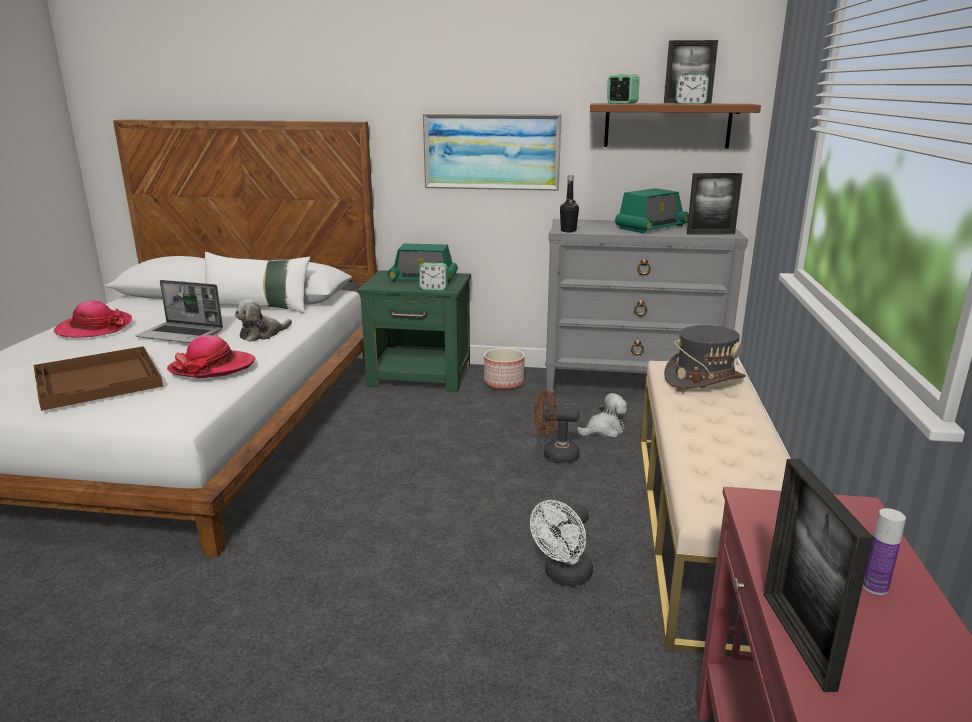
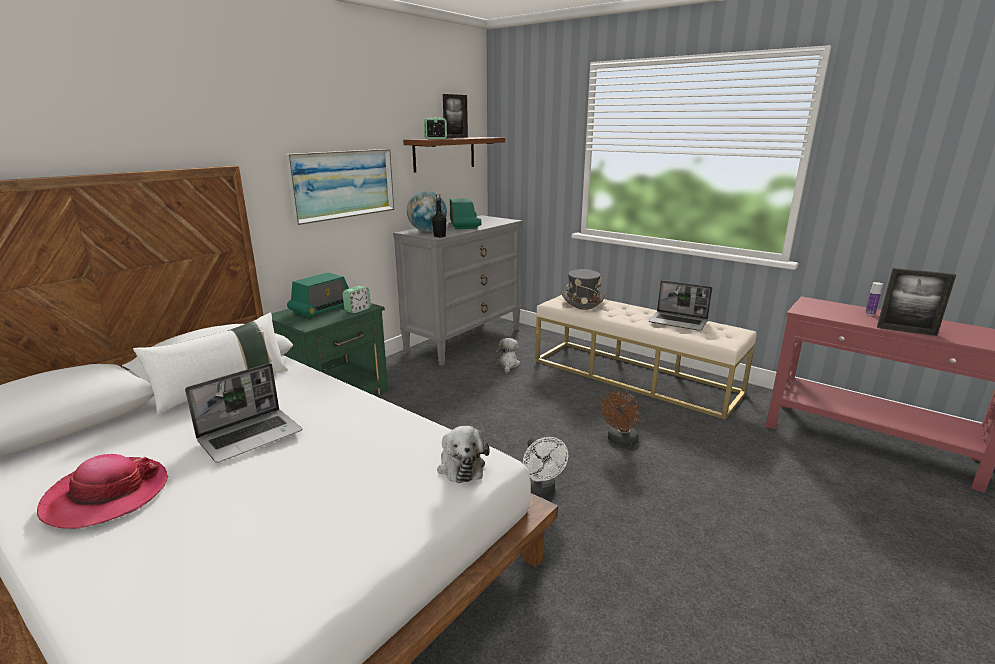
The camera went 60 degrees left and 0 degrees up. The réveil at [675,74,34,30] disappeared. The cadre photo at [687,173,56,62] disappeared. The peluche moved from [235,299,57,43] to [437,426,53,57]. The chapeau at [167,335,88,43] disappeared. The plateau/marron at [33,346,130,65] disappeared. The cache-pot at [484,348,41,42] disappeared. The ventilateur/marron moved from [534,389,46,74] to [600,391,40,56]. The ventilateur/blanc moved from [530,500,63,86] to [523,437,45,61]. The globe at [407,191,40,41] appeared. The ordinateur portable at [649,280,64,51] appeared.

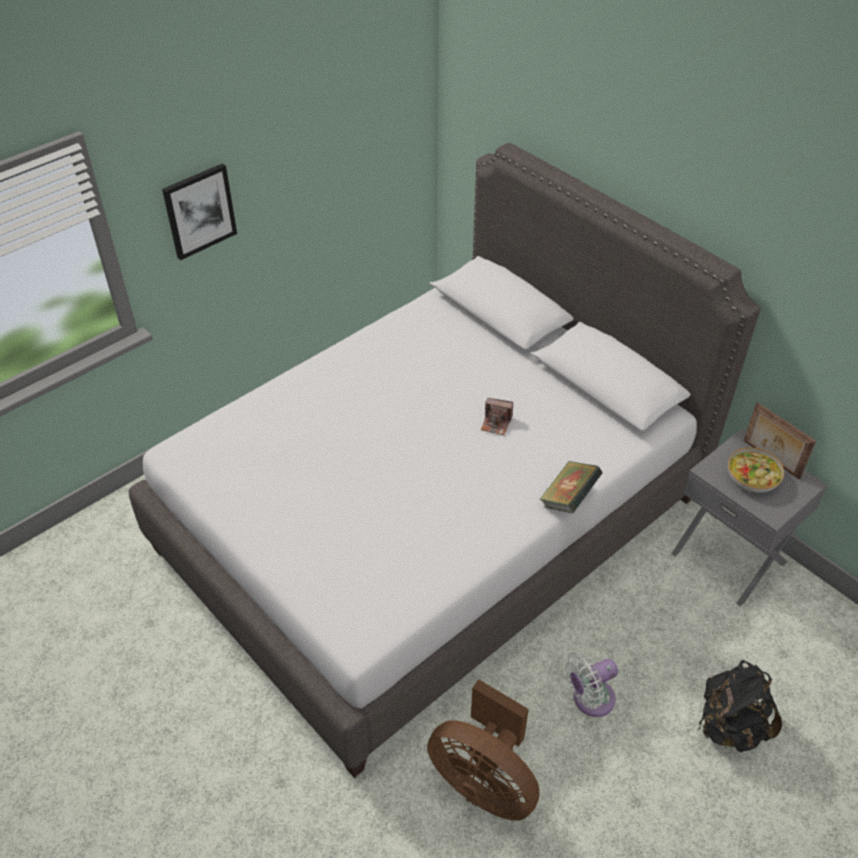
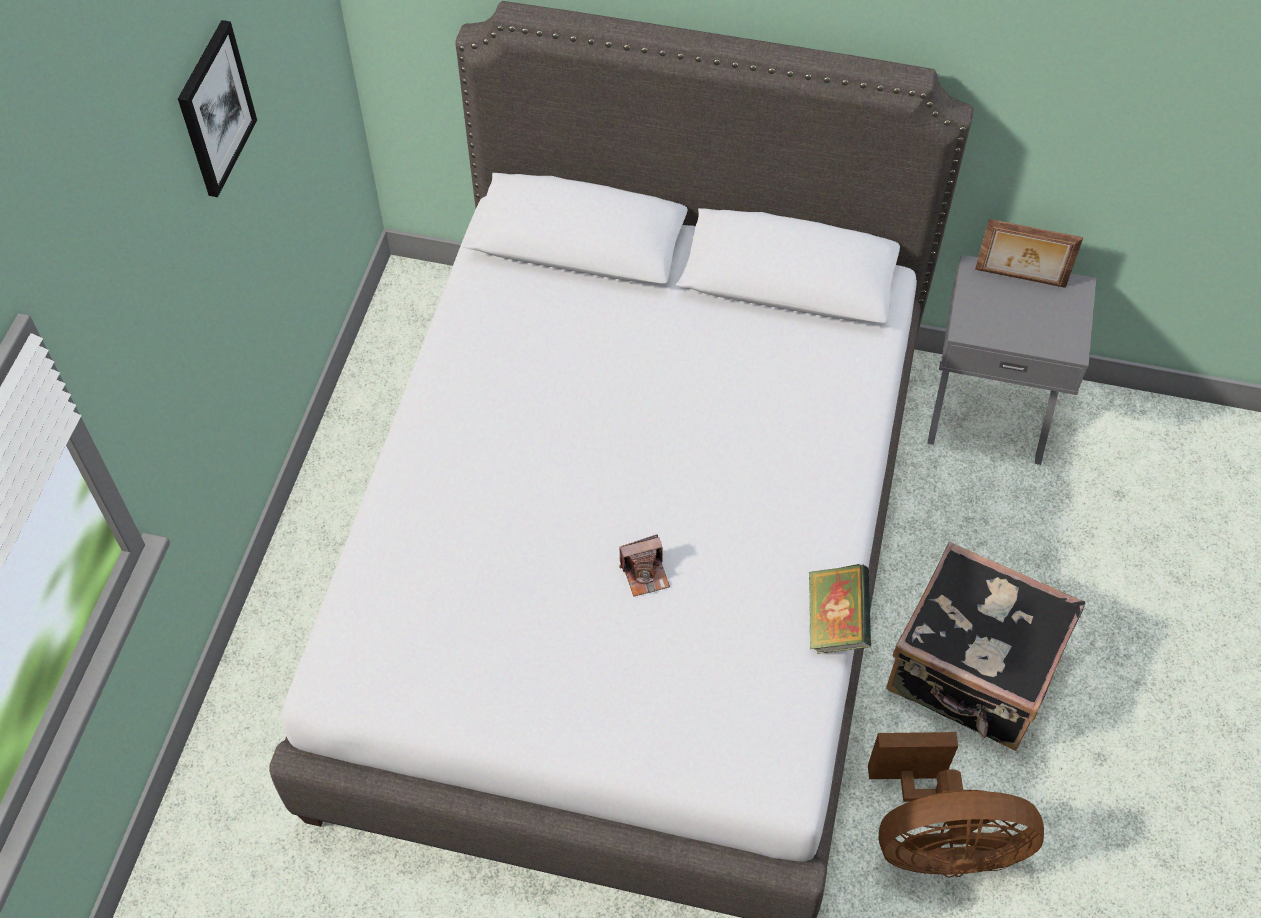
The camera went 35 degrees left and 10 degrees up. The tableau moved from [162,163,75,97] to [178,20,79,177]. The appareil photo moved from [481,398,32,37] to [619,534,51,63]. The bol at [728,448,56,45] disappeared. The livre moved from [539,461,63,52] to [808,564,63,90]. The ventilateur/blanc at [565,652,53,65] was replaced by the valise/noir at [886,542,199,209]. The sac à dos/noir at [698,660,84,92] disappeared.

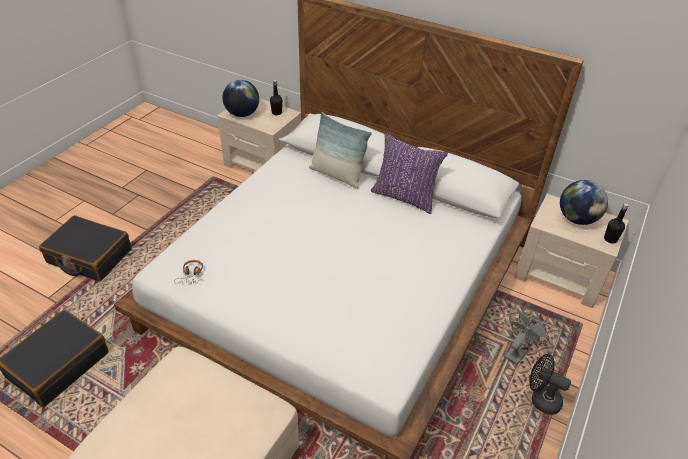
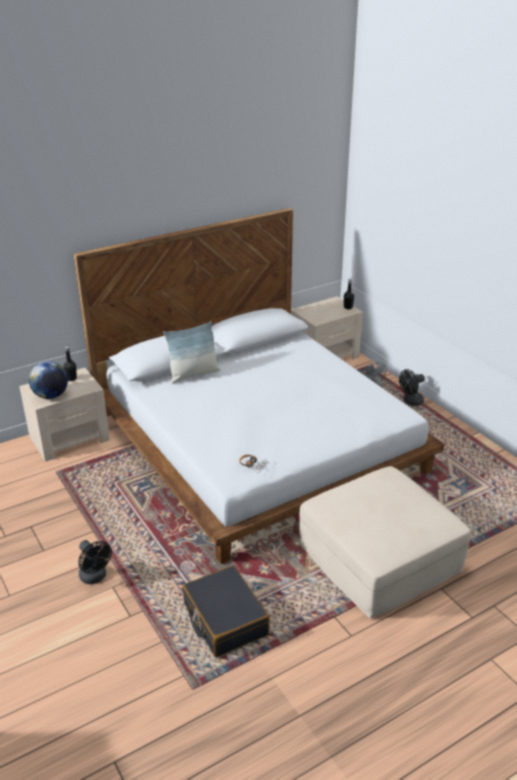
The camera went 60 degrees left and 10 degrees down. The coussin/violet at [371,133,77,81] disappeared. The globe at [560,180,48,45] disappeared. The valise/noir at [39,215,93,67] was replaced by the ventilateur/noir at [78,540,34,44].

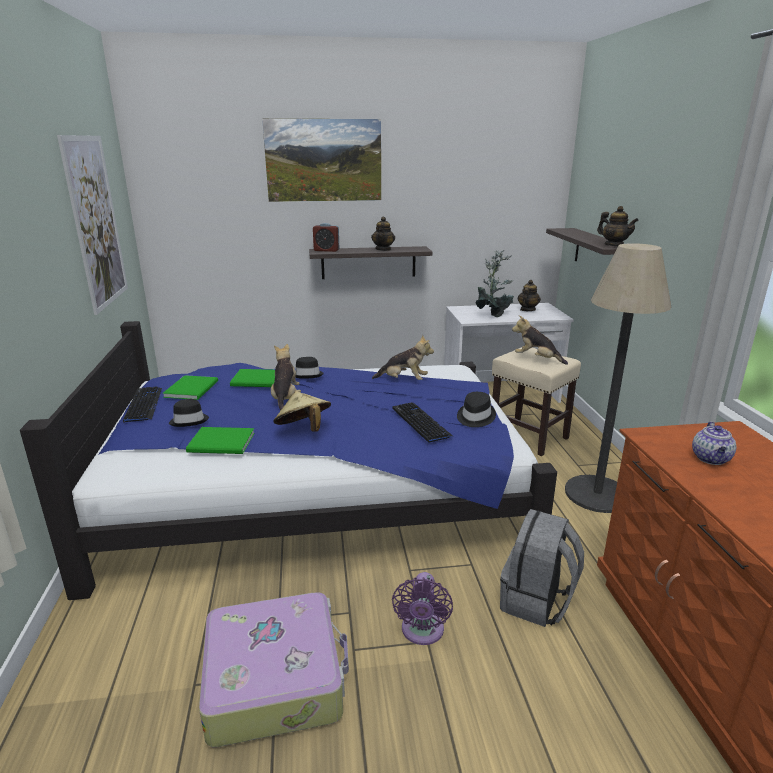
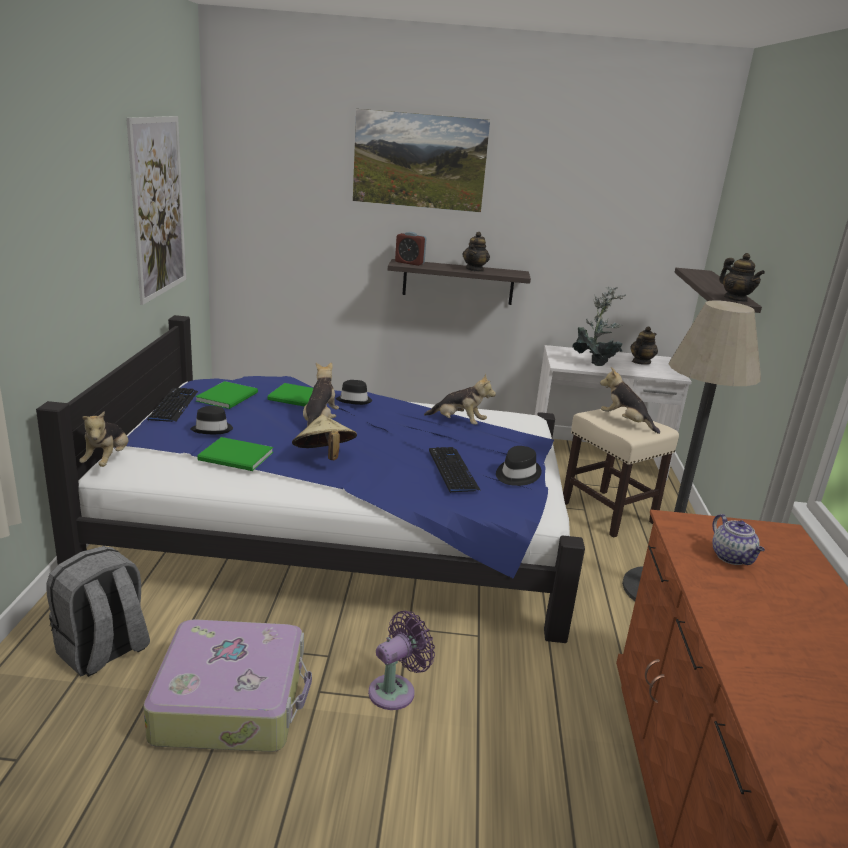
The camera went 10 degrees right and 0 degrees up. The théière at [692,422,45,43] turned 45 degrees counterclockwise. The sac à dos/gris moved from [500,509,84,118] to [46,546,104,131]. The ventilateur/violet at [392,572,61,73] turned 150 degrees counterclockwise. The peluche at [79,411,49,56] appeared.

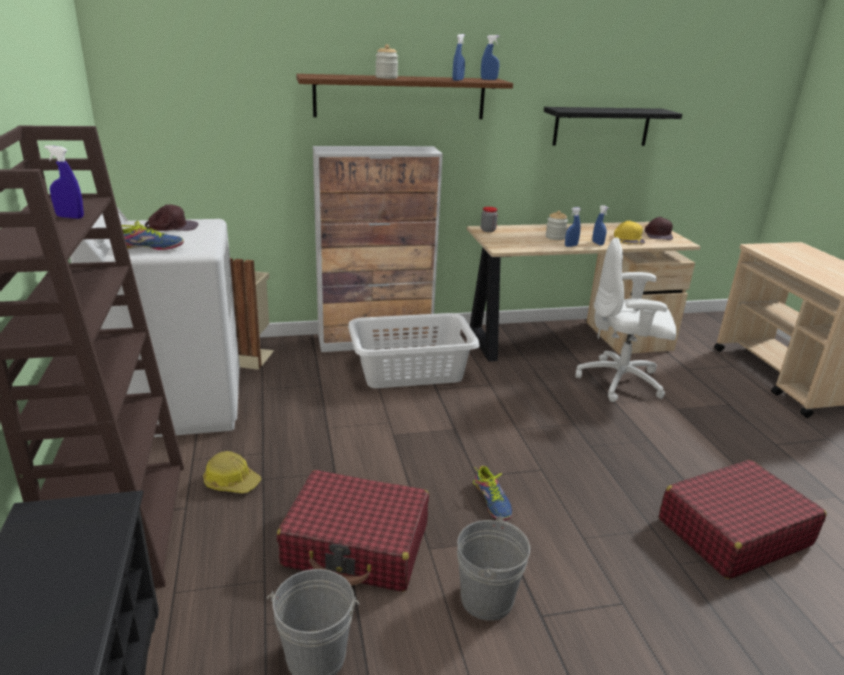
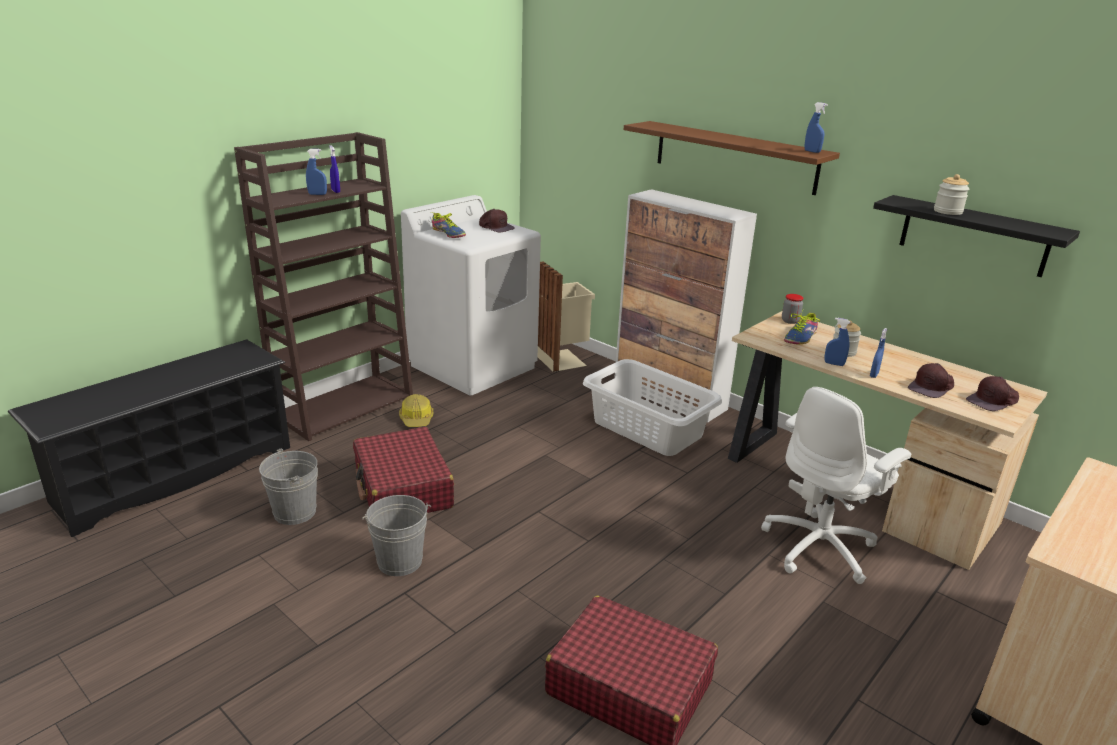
The camera went 55 degrees right and 0 degrees up. The vaporisateur/bleu moved from [452,34,13,47] to [306,149,21,46]. The bocal moved from [375,44,23,35] to [934,174,36,41]. The casquette/jaune at [614,220,31,24] became the casquette/marron at [908,363,46,35]. The chaise de bureau/blanc at [575,238,101,164] turned 105 degrees counterclockwise. The chaussure moved from [473,466,39,55] to [784,312,36,32].

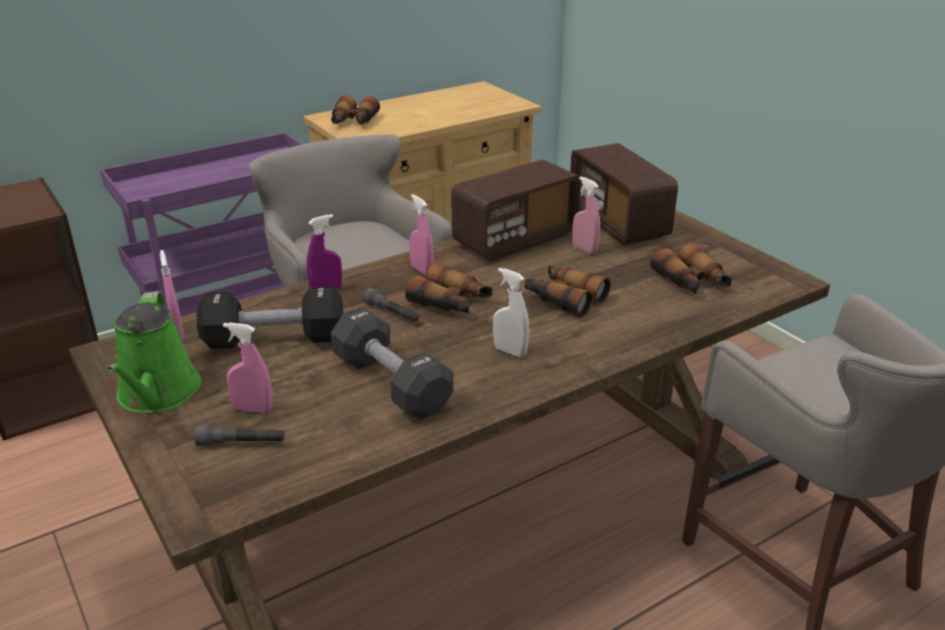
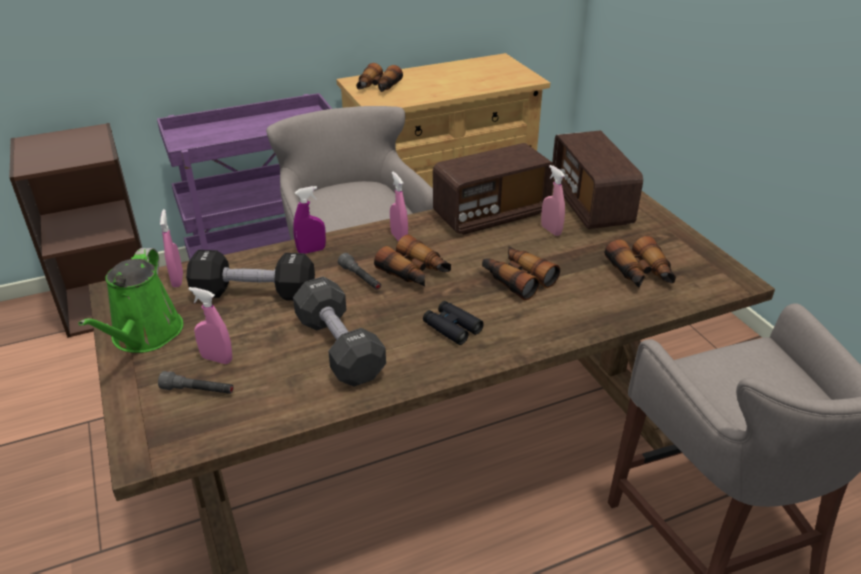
The camera went 10 degrees right and 5 degrees up. The vaporisateur/blanc at [493,268,36,89] was replaced by the jumelles/noir at [423,301,61,44].

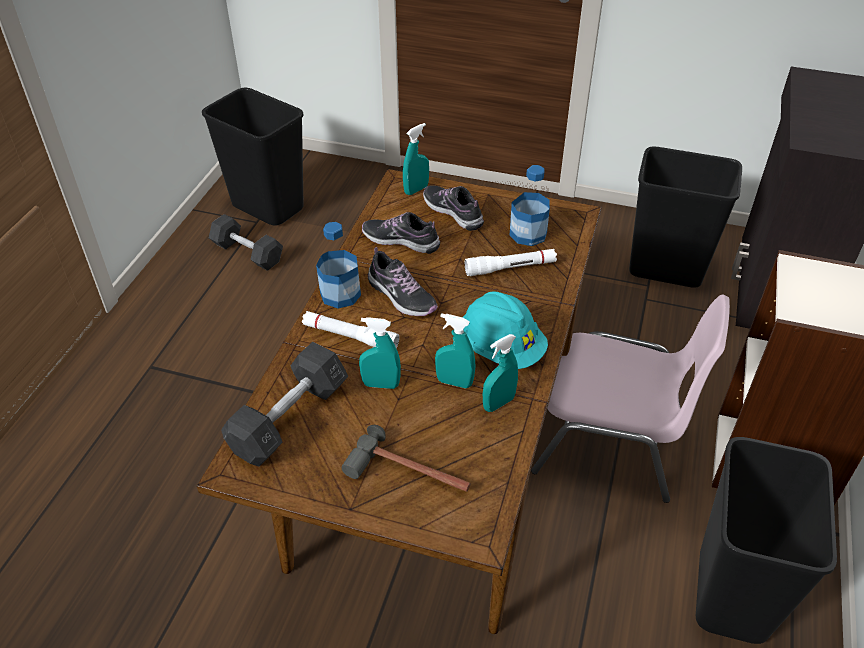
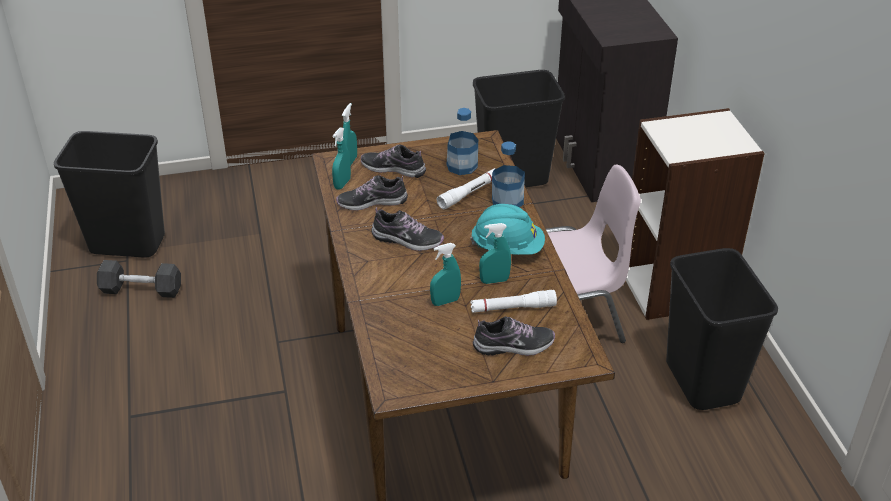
The camera went 30 degrees left and 5 degrees down. The bouteille moved from [316,222,45,86] to [492,141,33,66]. The lampe de poche/blanc moved from [302,311,97,38] to [470,290,87,23]. The vaporisateur/turquoise moved from [483,334,35,78] to [332,127,19,63]. The haltère/gris at [221,342,127,125] disappeared. The marteau at [342,425,129,67] was replaced by the chaussure at [473,316,82,40].

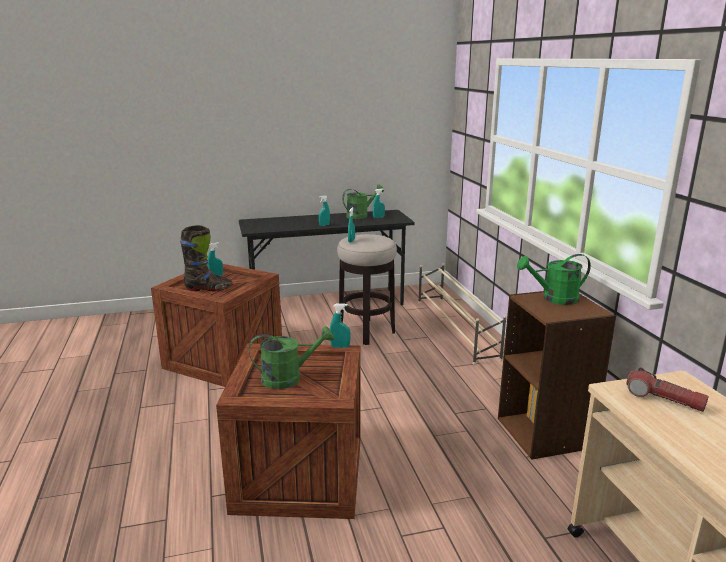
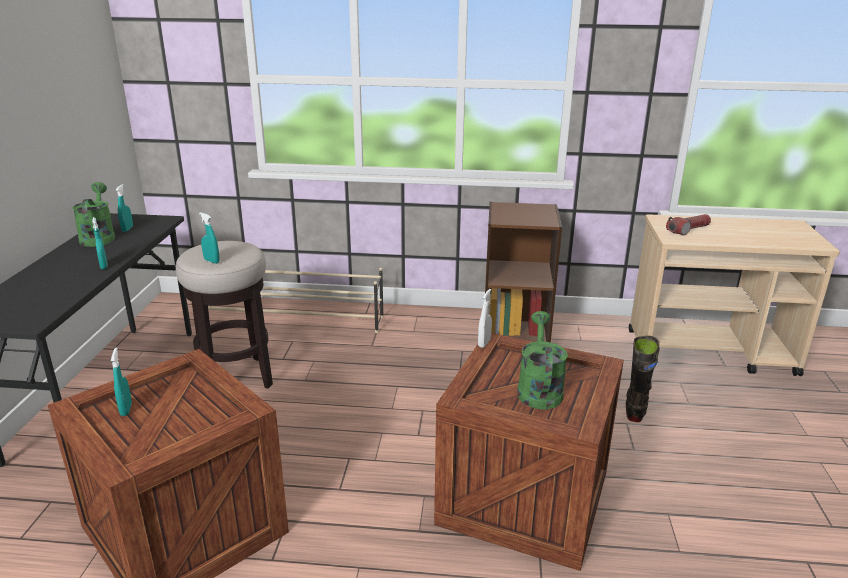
The camera went 70 degrees left and 5 degrees up. The botte/noir moved from [180,225,53,67] to [626,336,34,86]. The arrosoir/vert at [517,254,74,51] disappeared. The vaporisateur/turquoise at [330,304,21,44] became the vaporisateur/blanc at [478,289,14,59].

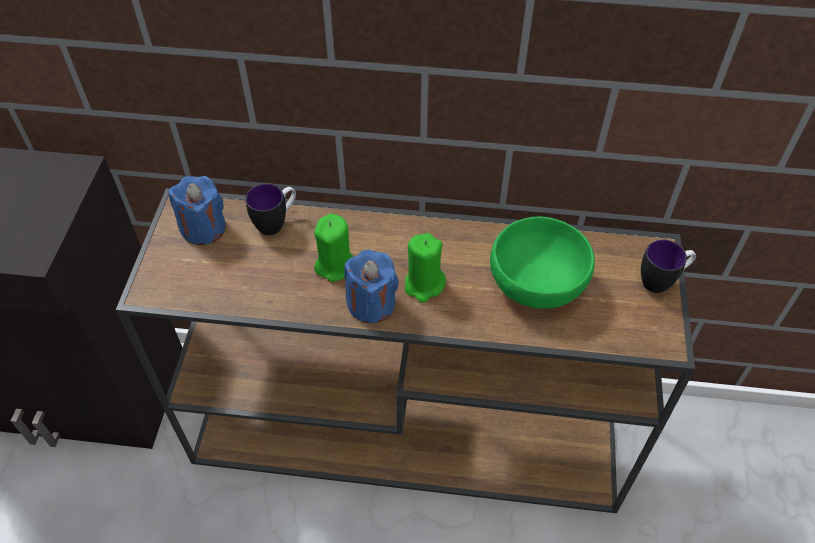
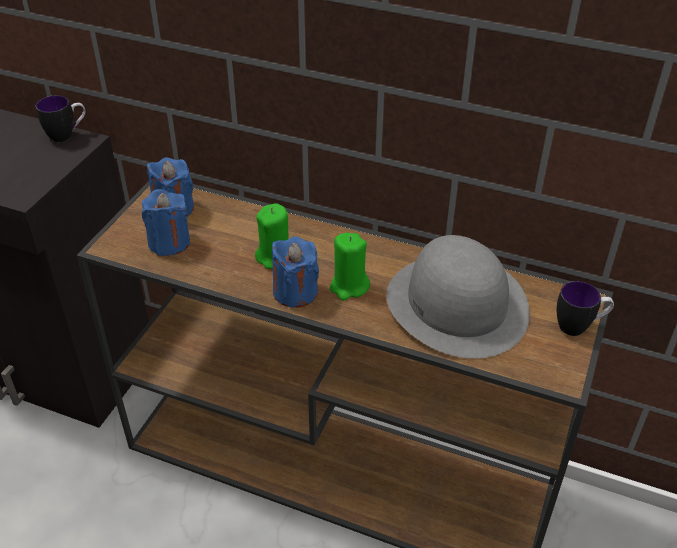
The camera went 15 degrees right and 10 degrees down. The mug moved from [245,184,51,51] to [36,96,49,46]. The bol/vert at [490,217,105,92] was replaced by the chapeau/gris at [386,235,144,124]. The bougie/bleu at [142,189,48,67] appeared.

